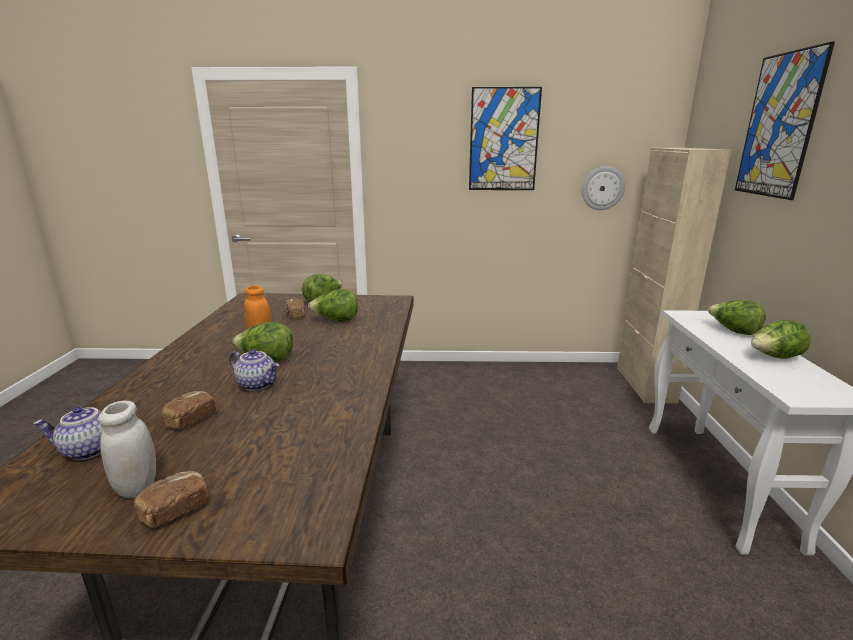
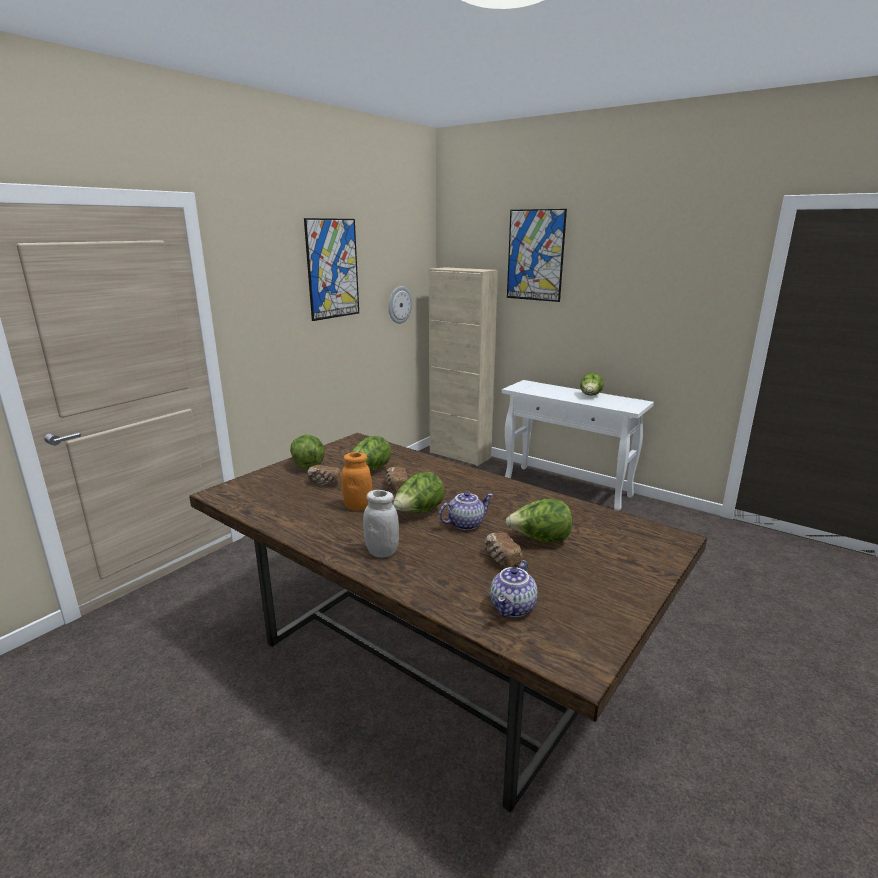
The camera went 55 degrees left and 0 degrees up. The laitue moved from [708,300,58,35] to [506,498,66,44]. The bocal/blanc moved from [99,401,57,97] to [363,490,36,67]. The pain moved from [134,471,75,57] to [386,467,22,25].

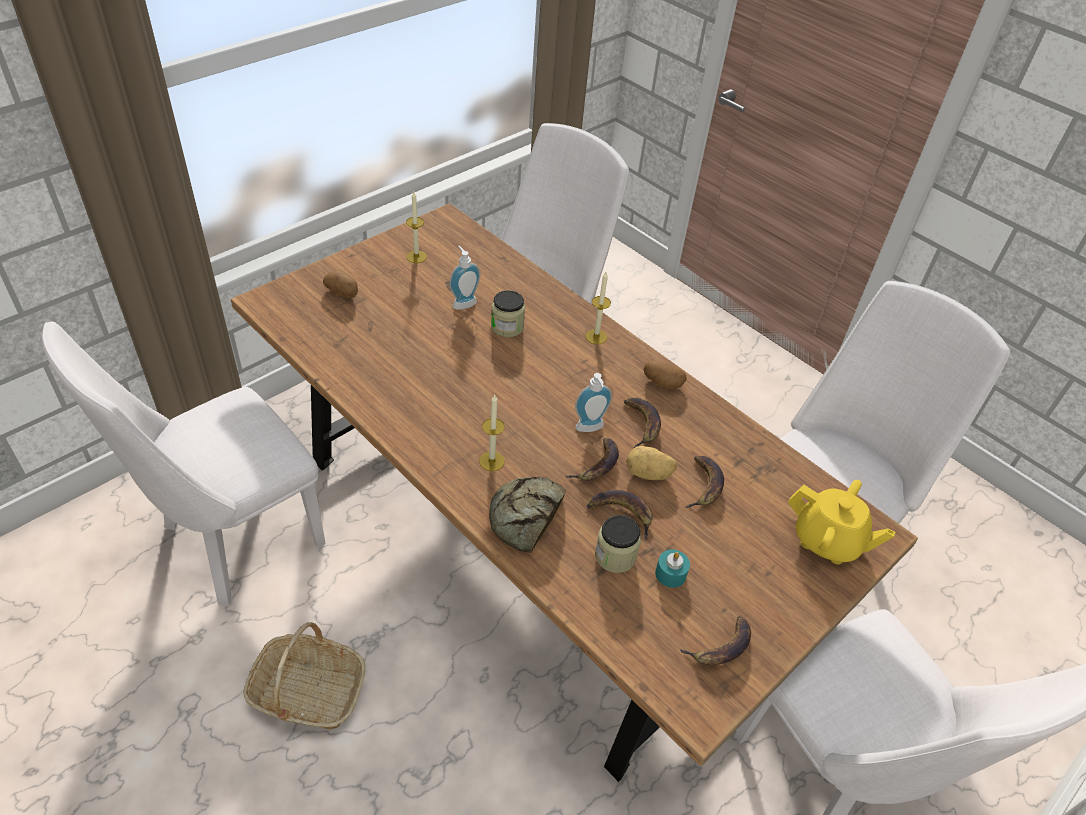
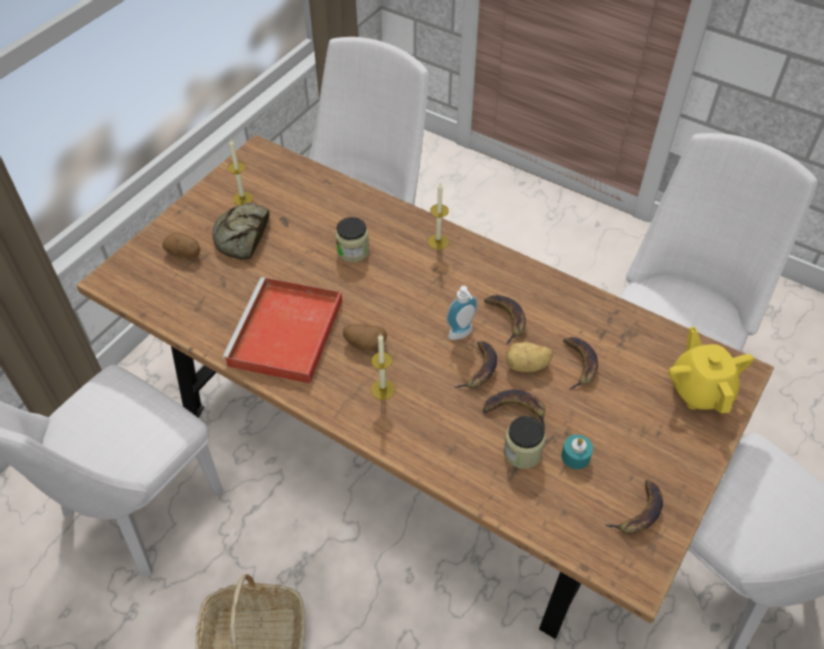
The camera went 10 degrees left and 5 degrees up. The distributeur de savon at [449,246,31,64] disappeared. The pomme de terre moved from [644,360,43,30] to [343,324,44,26]. The pain moved from [489,477,77,76] to [212,203,57,57]. The théière/jaune at [788,480,107,84] turned 120 degrees counterclockwise. The plateau/rouge at [222,277,120,106] appeared.

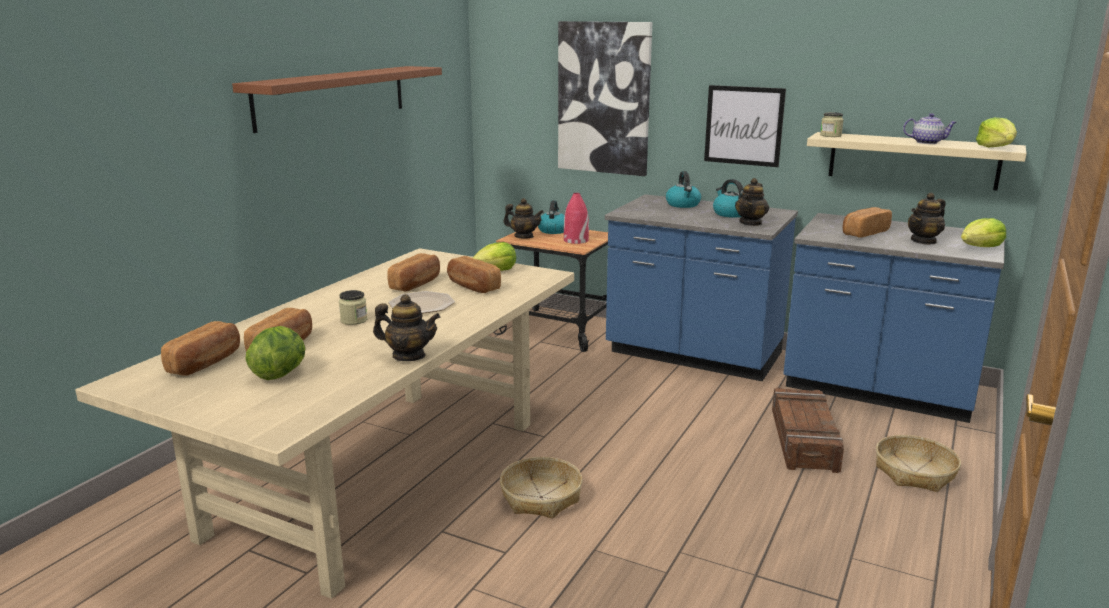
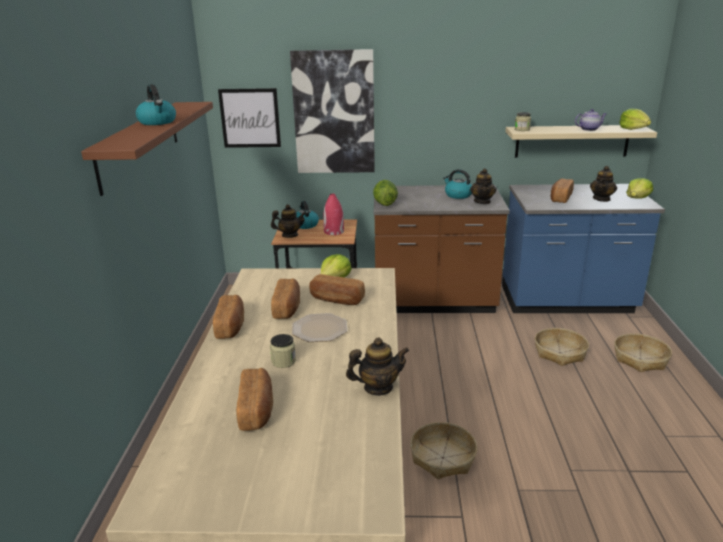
The camera went 25 degrees left and 5 degrees up. The tableau moved from [704,85,82,82] to [218,88,63,60]. The bouilloire moved from [666,171,35,37] to [136,84,40,41]. The comptoir de cuisine/bleu at [605,194,193,187] became the comptoir de cuisine/marron at [374,185,136,128]. The pain moved from [161,321,79,55] to [213,295,31,44]. The laitue moved from [246,326,59,54] to [373,180,25,26]. The caisse at [772,388,72,85] was replaced by the panier at [535,328,54,38].

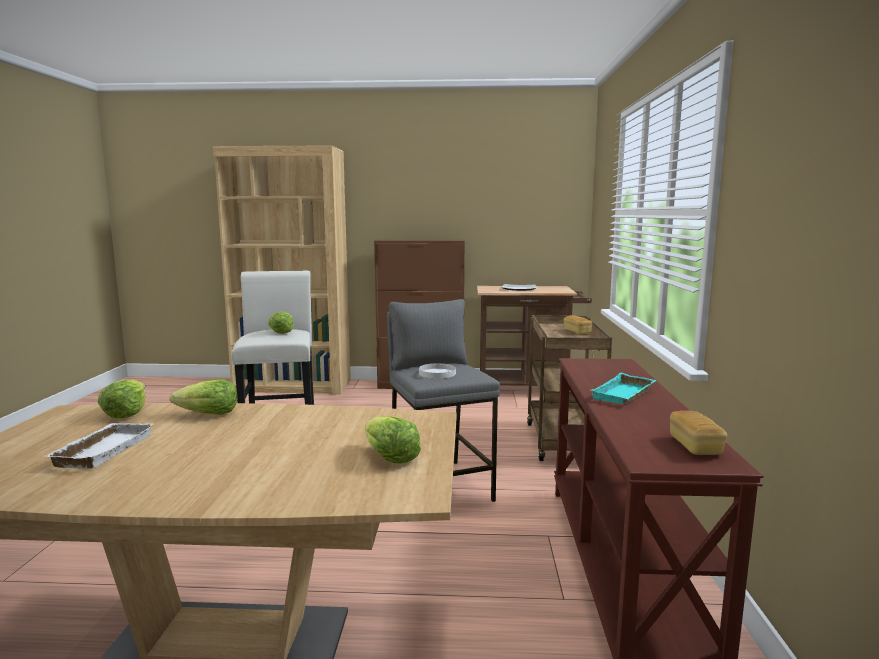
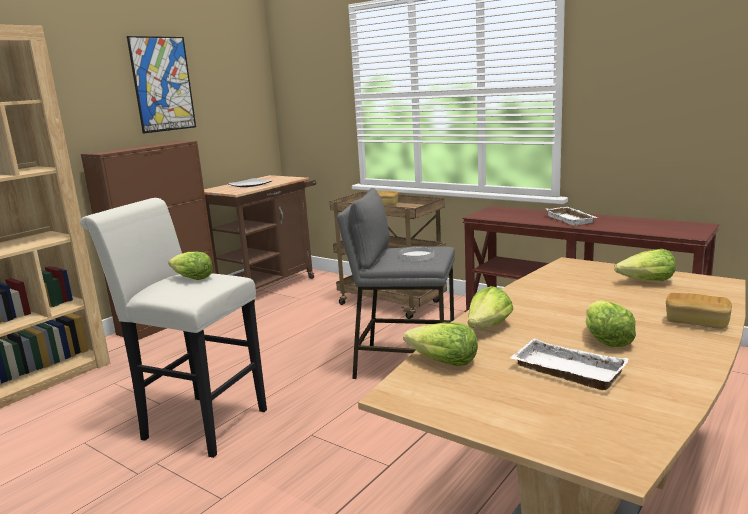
The camera went 55 degrees left and 5 degrees up. The plateau/turquoise at [591,373,65,31] became the plateau/blanc at [546,207,52,19]. The pain moved from [670,411,57,44] to [666,293,66,36]. The tableau at [127,36,69,98] appeared. The laitue at [586,300,50,47] appeared.

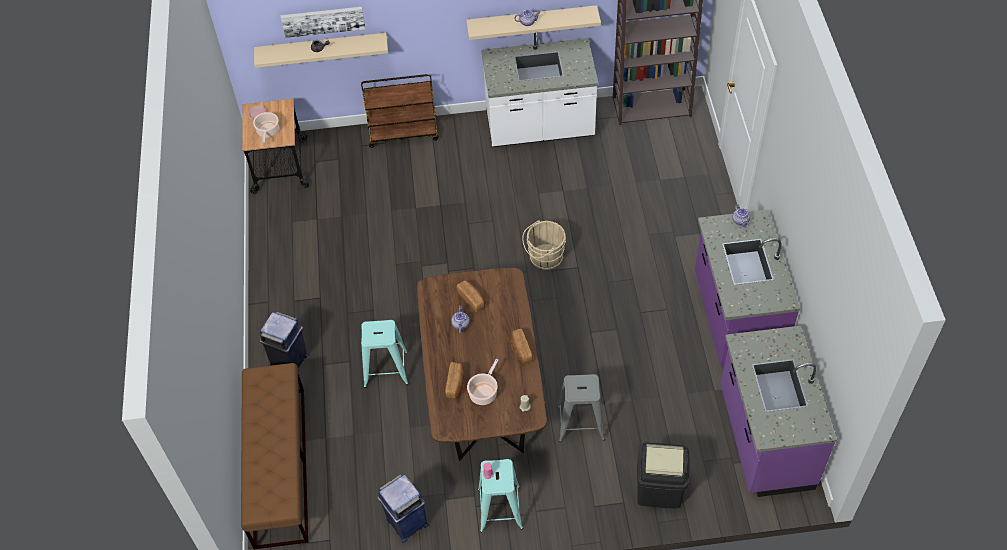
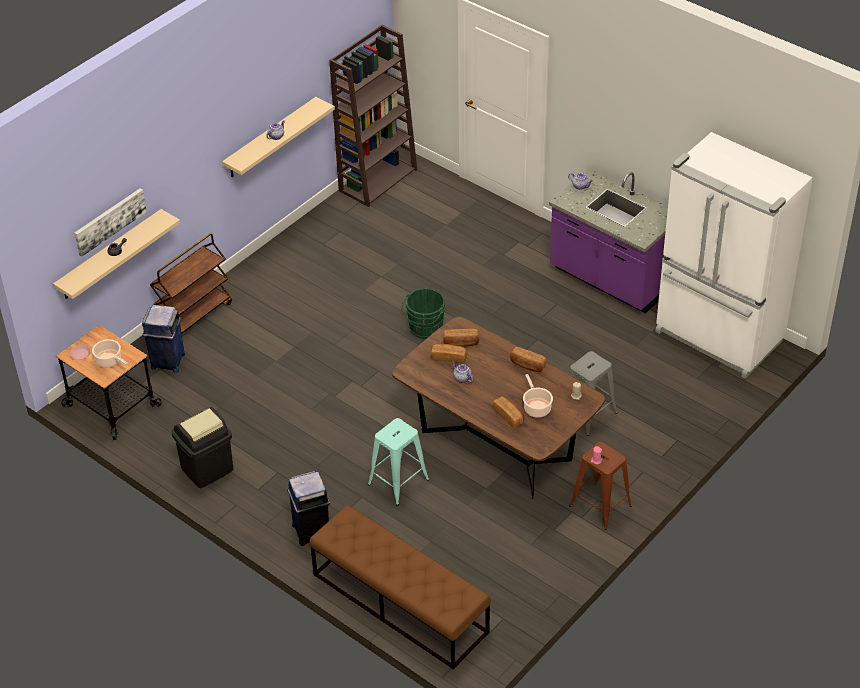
The camera went 45 degrees left and 10 degrees down. The comptoir de cuisine/blanc at [481,33,118,114] disappeared. The seau/beige at [522,220,44,50] became the seau/vert at [401,288,45,51]. The comptoir de cuisine/violet at [720,326,117,171] was replaced by the réfrigérateur/blanc at [655,132,158,247]. The poubelle/noir moved from [637,442,53,67] to [171,407,62,81]. The tabouret/turquoise at [478,459,45,74] became the tabouret/marron at [569,442,63,88]. The poubelle/bleu moved from [377,474,51,69] to [142,305,43,68]. The pain at [443,329,36,18] appeared.

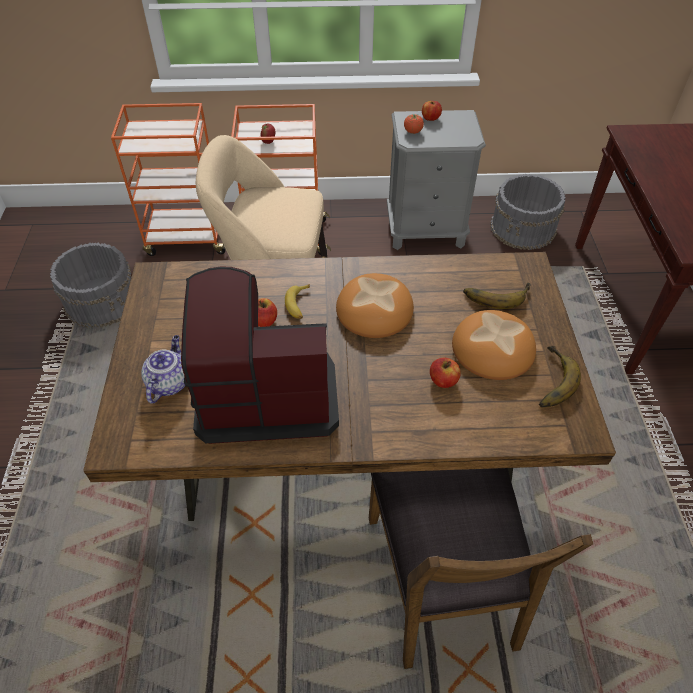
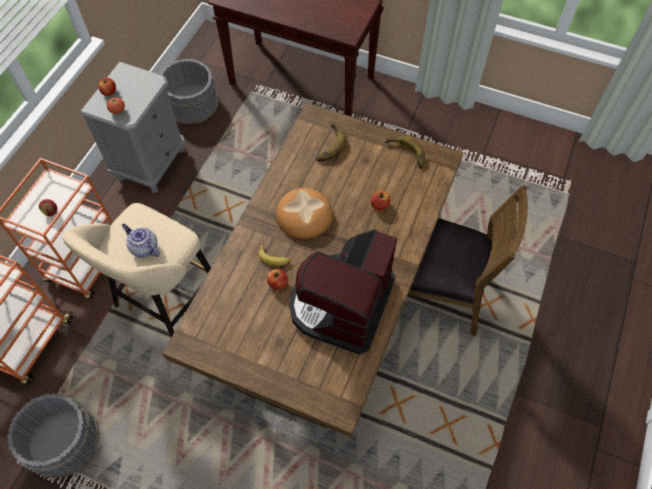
The camera went 65 degrees left and 10 degrees up. The pain at [452,310,84,70] disappeared. The théière moved from [141,335,44,68] to [122,224,38,33].

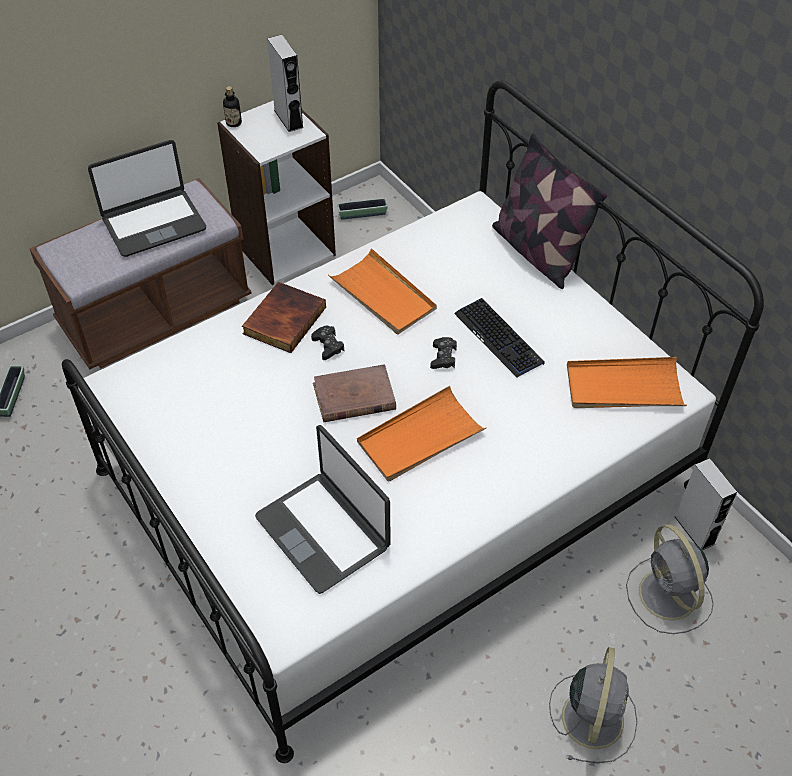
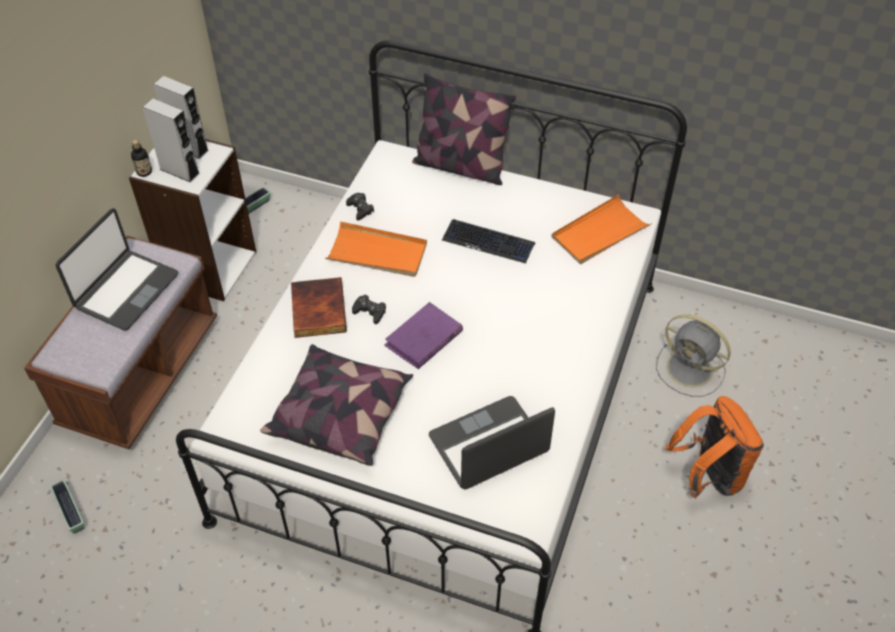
The camera went 35 degrees left and 0 degrees up. The manette/noir moved from [430,337,27,32] to [346,193,28,28]. The livre/marron at [313,364,83,58] became the livre/violet at [384,302,79,67]. The plateau/orange at [357,386,130,96] disappeared. The ordinateur portable at [255,425,136,169] turned 135 degrees clockwise. The enceinte/gris moved from [675,458,62,92] to [143,98,57,84]. The ventilateur/gris at [549,647,89,116] was replaced by the sac à dos/orange at [666,396,98,102]. The coussin at [260,344,153,122] appeared.

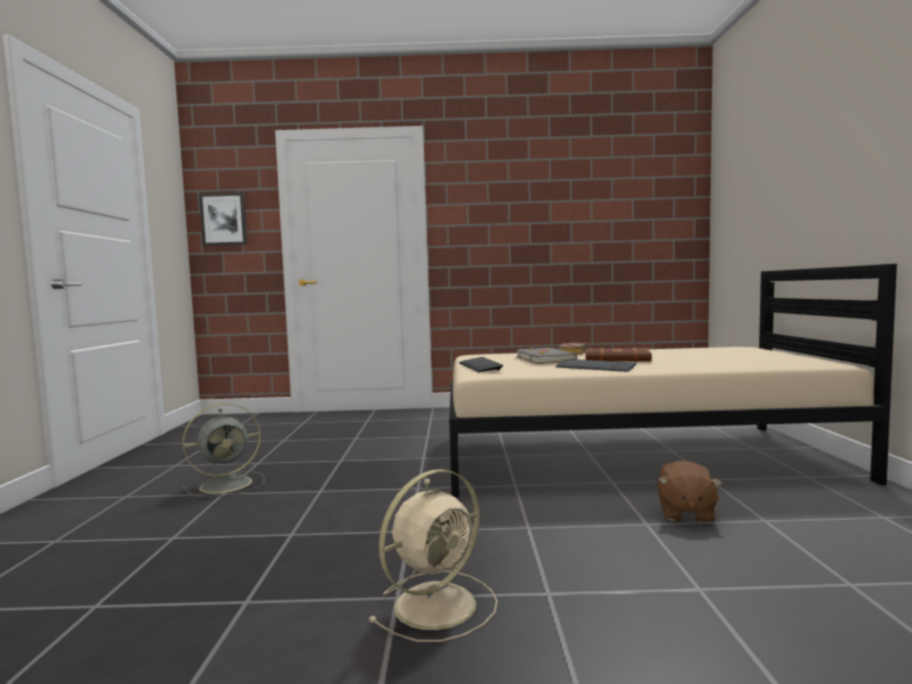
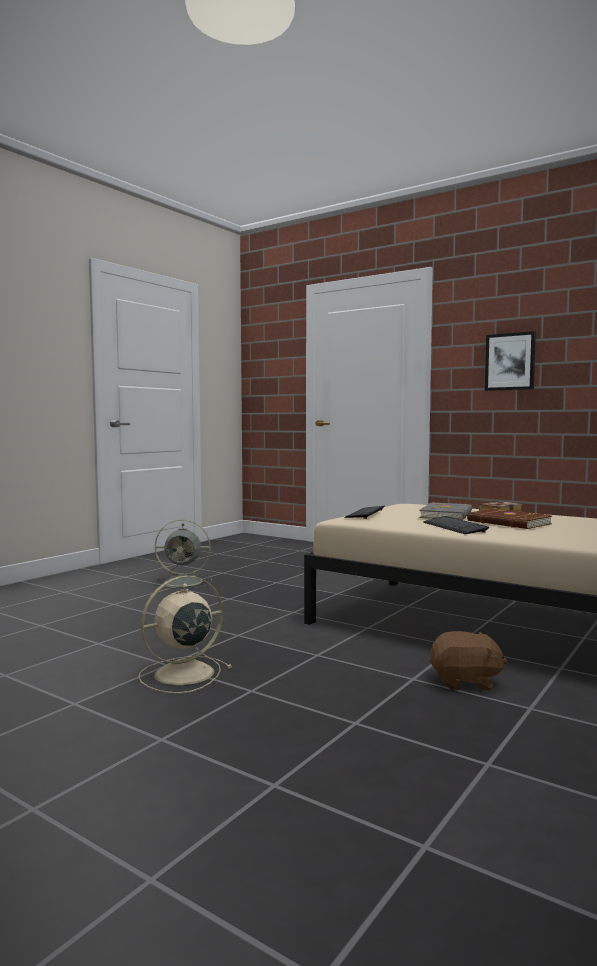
The camera went 35 degrees right and 0 degrees up. The tableau moved from [199,193,48,53] to [485,331,51,60]. The peluche/marron at [658,461,64,63] turned 135 degrees counterclockwise. The ventilateur/beige at [368,469,130,173] turned 150 degrees clockwise.

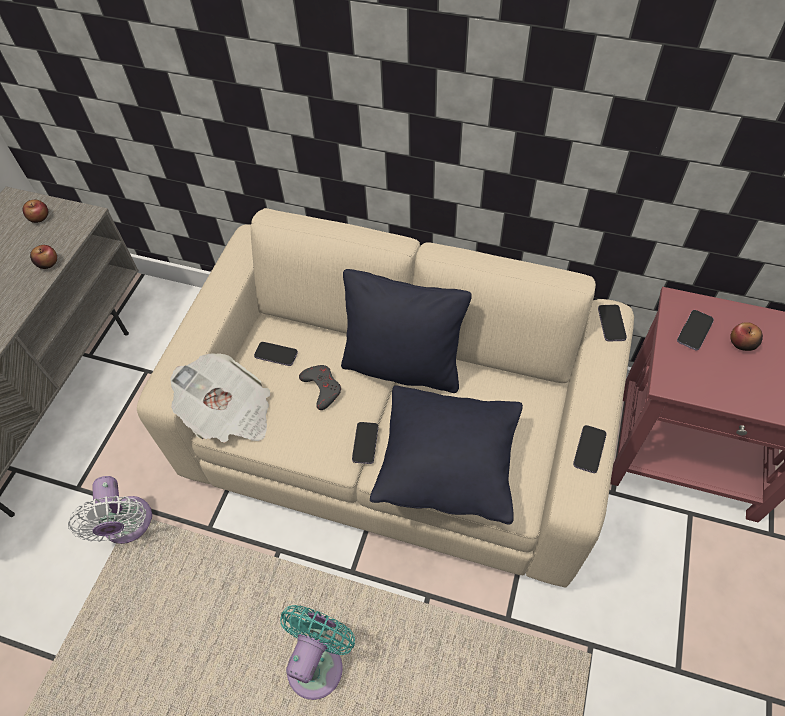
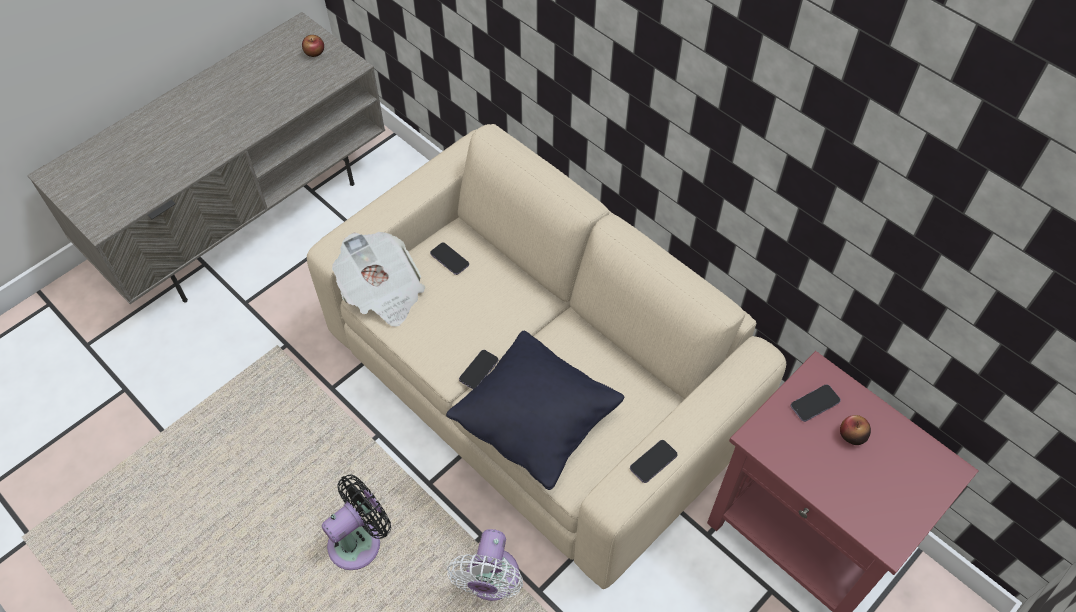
The camera went 25 degrees right and 0 degrees up. The pomme at [30,245,27,24] disappeared. The coussin/noir at [341,269,131,124] disappeared. The téléphone at [598,305,29,36] disappeared. The manette/gris at [299,365,42,45] disappeared. The ventilateur/blanc moved from [68,476,84,68] to [447,529,76,72]. The ventilateur/turquoise at [280,605,75,95] became the ventilateur/noir at [322,475,69,95].

